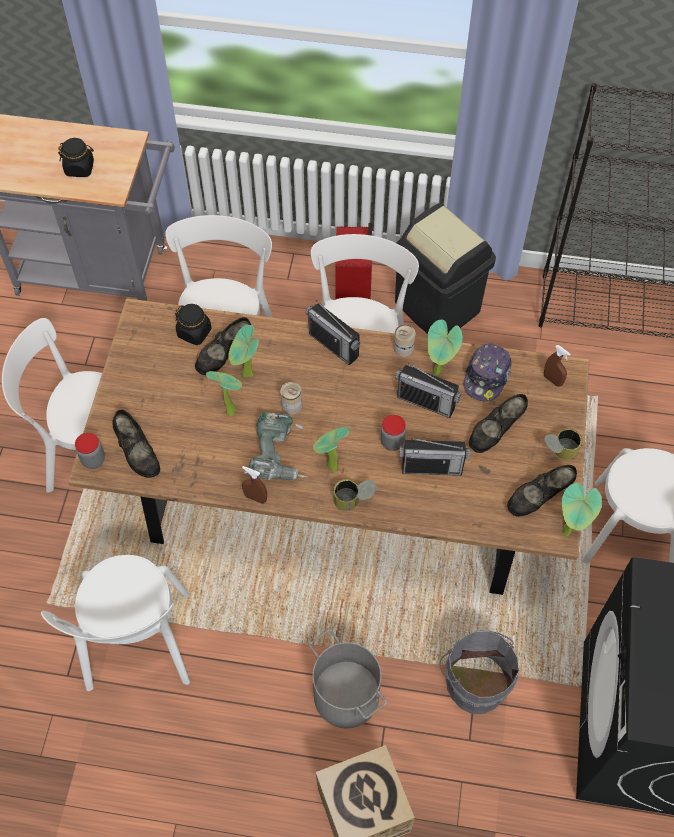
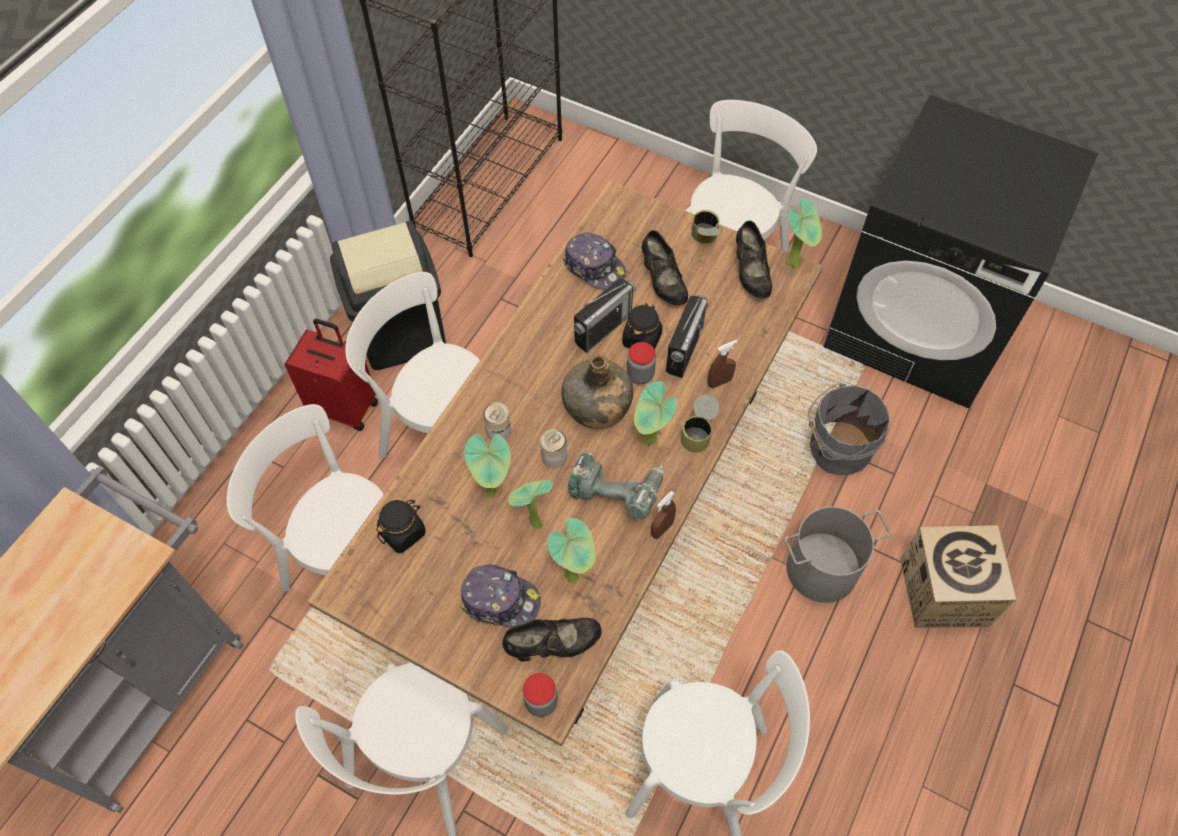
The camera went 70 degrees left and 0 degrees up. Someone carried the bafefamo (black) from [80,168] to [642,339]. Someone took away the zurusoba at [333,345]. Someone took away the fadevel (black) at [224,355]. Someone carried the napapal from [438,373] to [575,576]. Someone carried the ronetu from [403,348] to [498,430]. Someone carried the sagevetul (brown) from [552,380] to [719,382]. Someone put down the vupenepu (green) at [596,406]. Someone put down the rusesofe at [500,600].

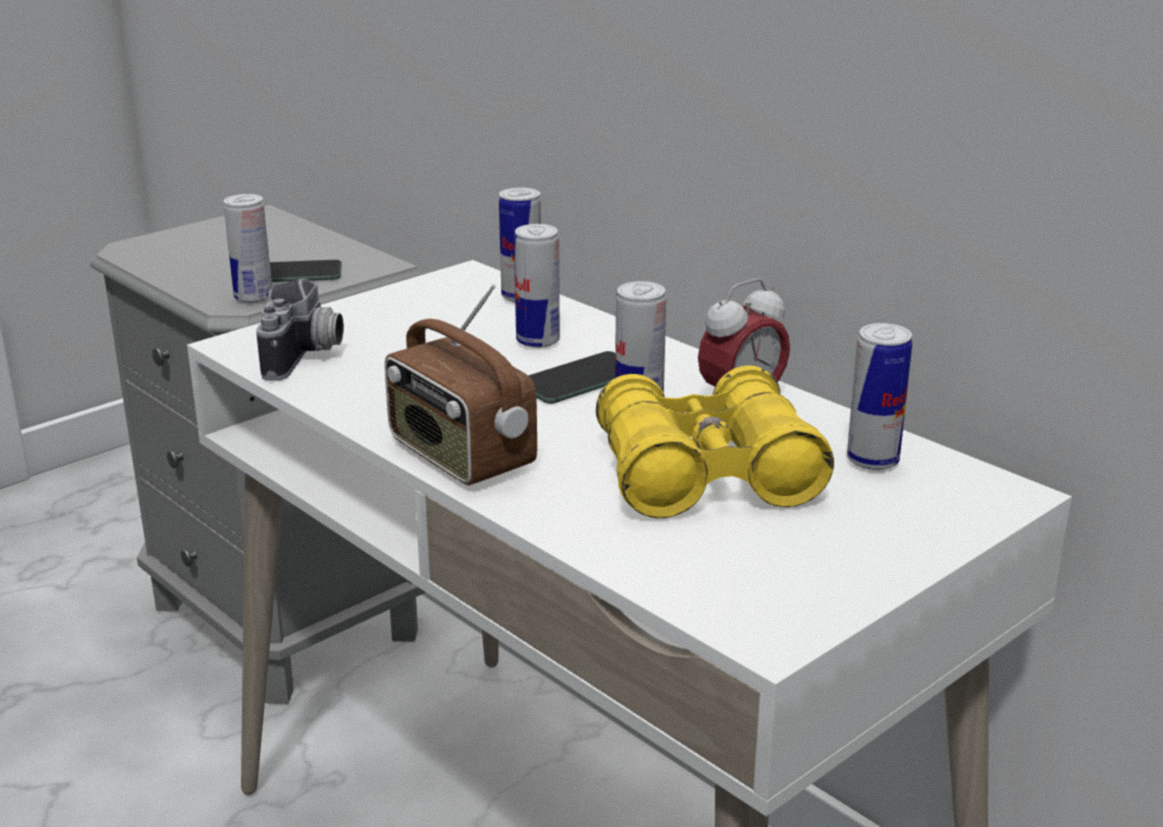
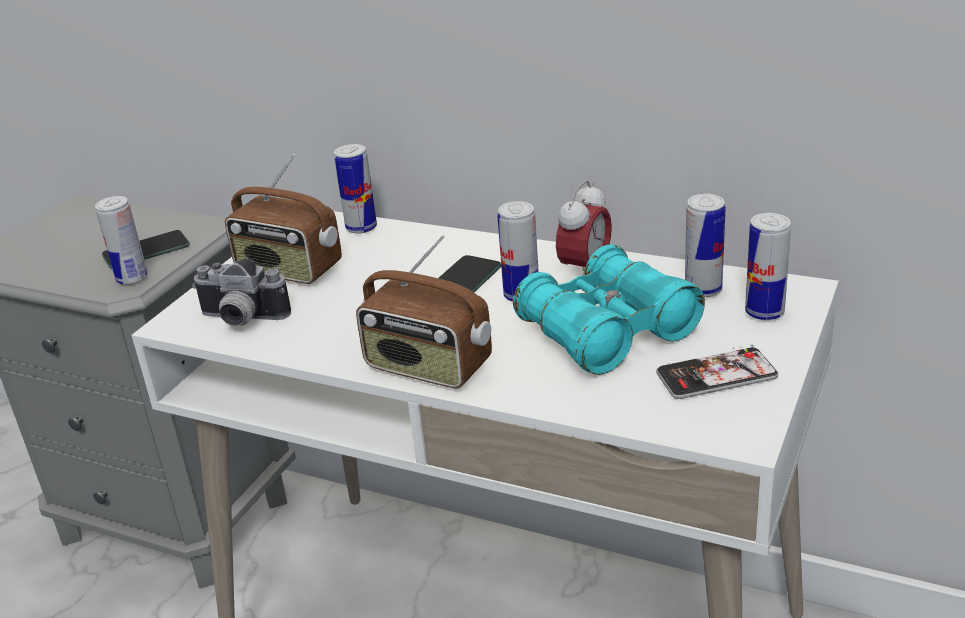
The camera went 20 degrees left and 5 degrees up. Someone carried the ronetu from [538,341] to [764,312]. Someone rotated the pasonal at [306,357] by 120 degrees clockwise. Someone repainted the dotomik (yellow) at [706,475], which became the dotomik (turquoise) at [607,331]. Someone put down the zurusoba at [288,270]. Someone put down the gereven at [716,375].

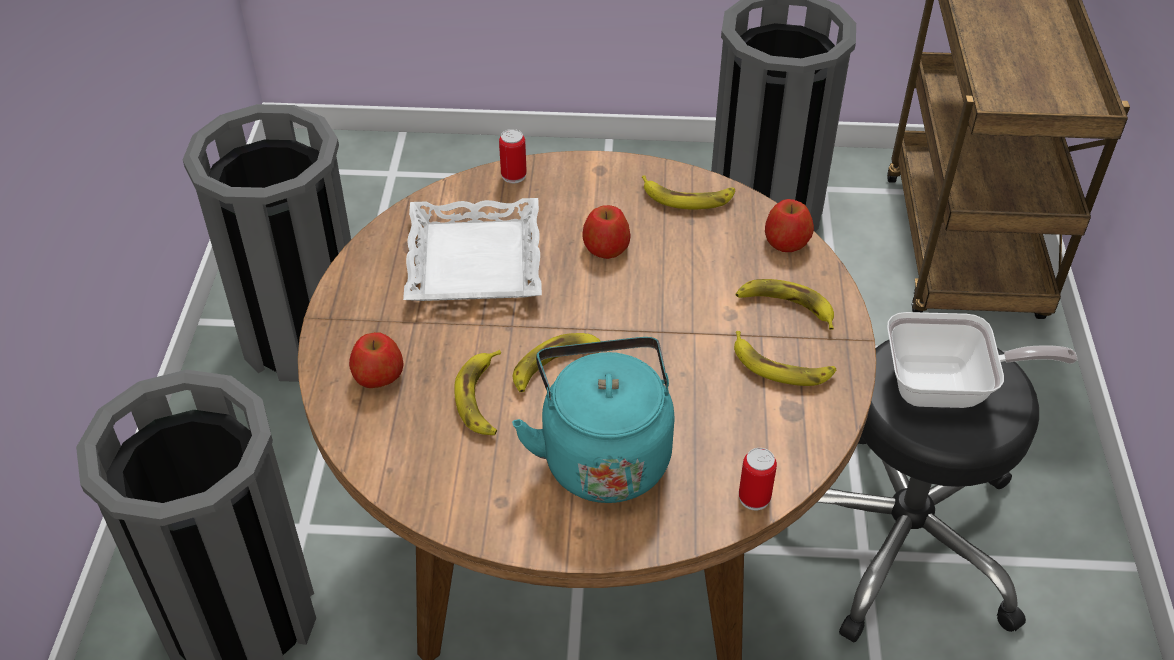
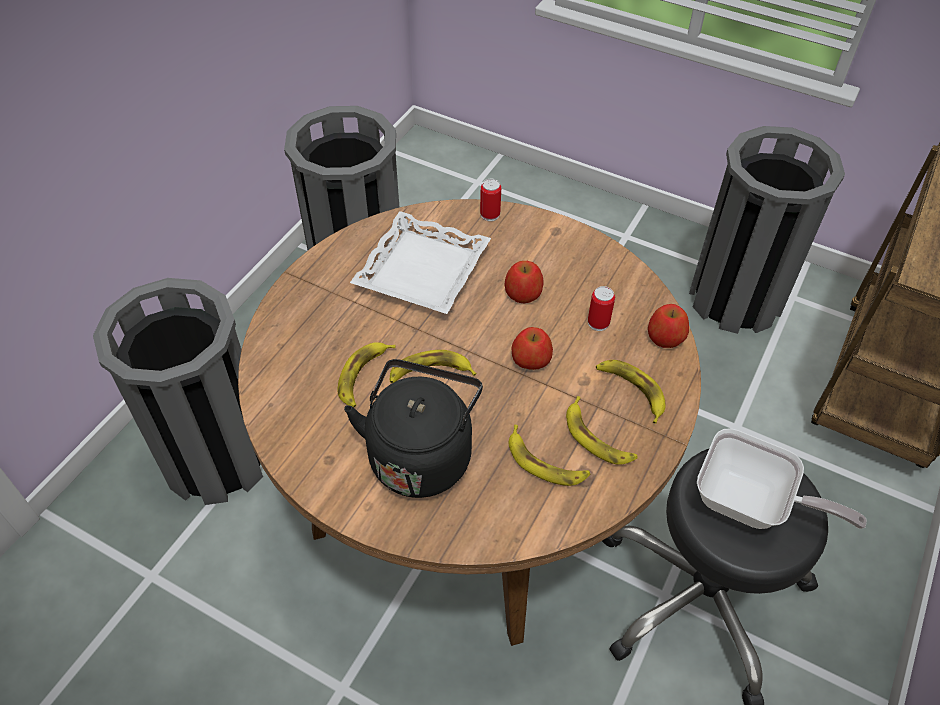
The camera went 25 degrees right and 5 degrees up. Someone carried the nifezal from [688,197] to [545,462]. Someone carried the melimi from [378,376] to [530,359]. Someone repainted the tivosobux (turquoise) at [603,454], which became the tivosobux (black) at [421,454]. Someone carried the ronetu from [754,498] to [598,323].

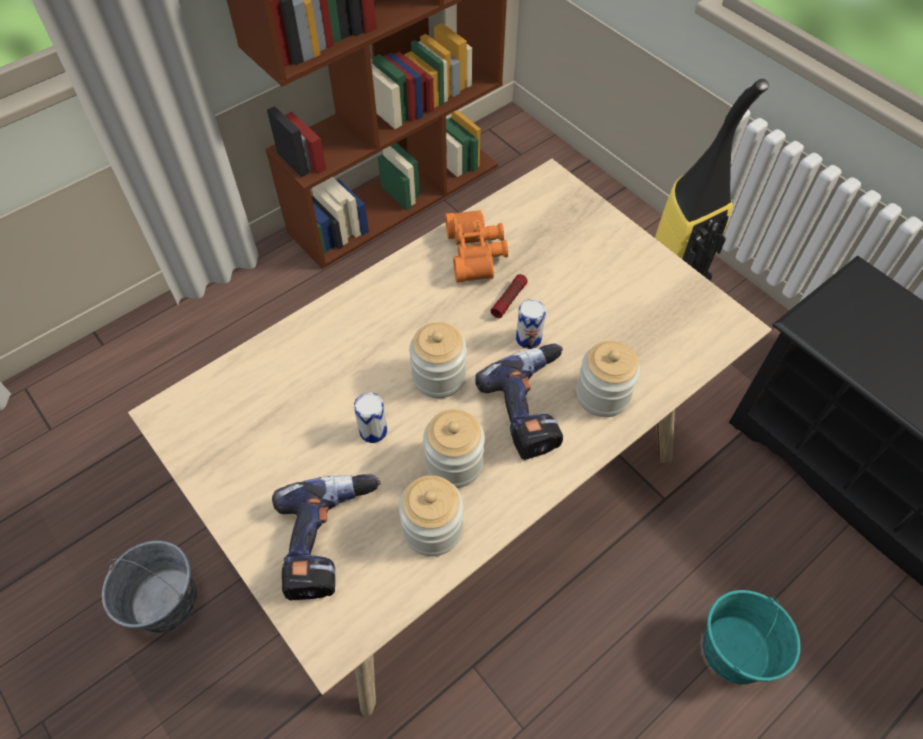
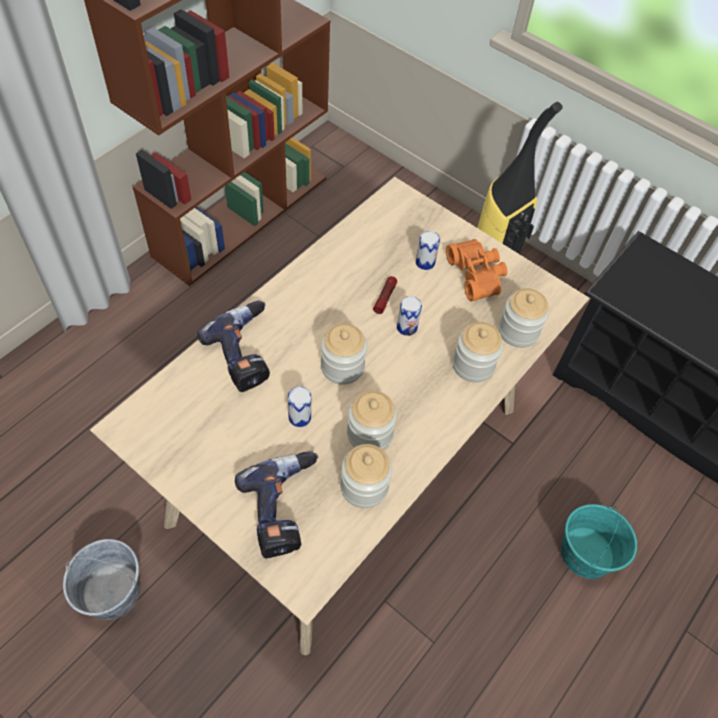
The camera went 15 degrees left and 0 degrees up. Someone carried the dotomik (orange) from [477,253] to [477,274]. Someone carried the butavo from [534,407] to [247,352]. Someone put down the ronetu at [425,262]. Someone put down the bafefamo at [518,331].

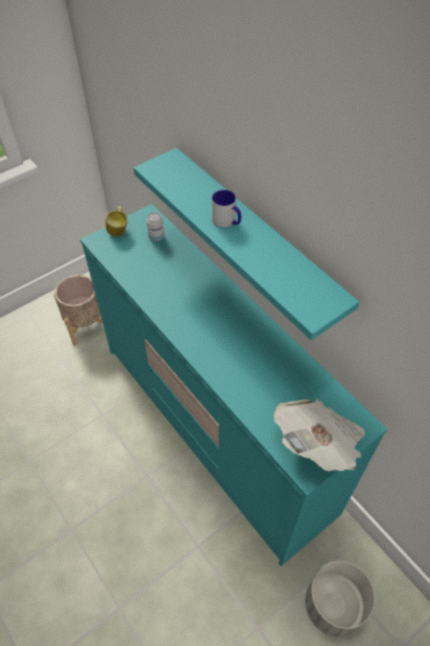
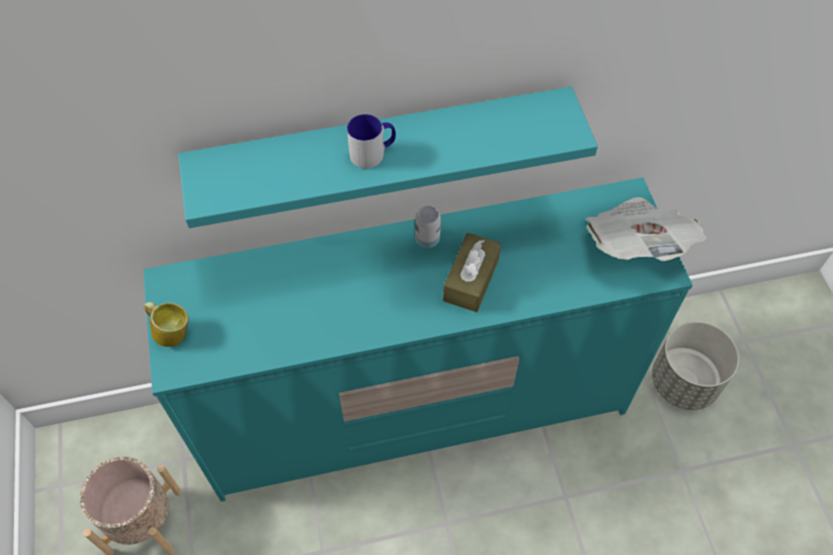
The camera went 65 degrees left and 5 degrees up. Someone carried the ronetu from [156,237] to [427,239]. Someone put down the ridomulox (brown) at [471,279].

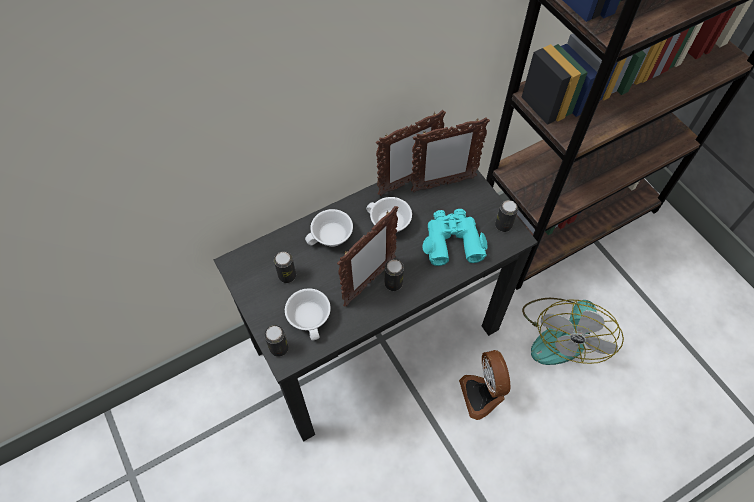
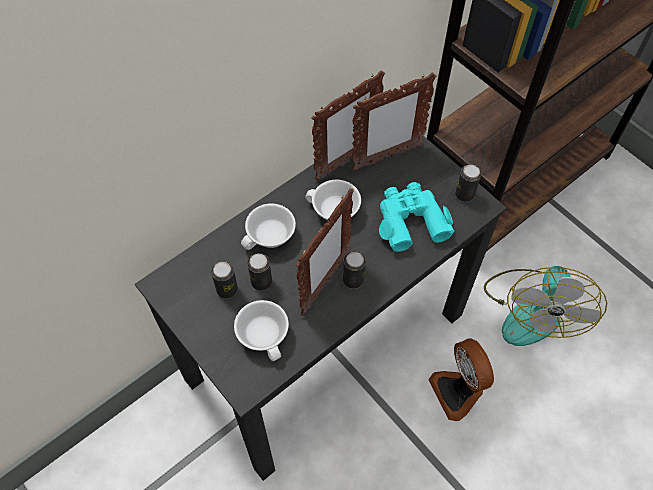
The camera went 10 degrees left and 0 degrees up. Someone carried the ronetu from [279,348] to [261,282].

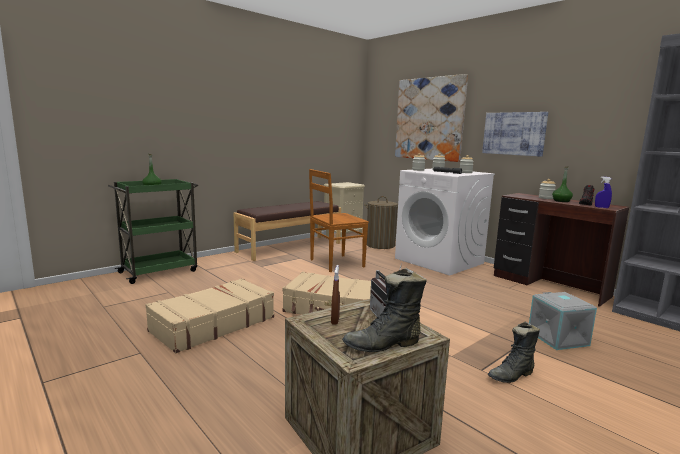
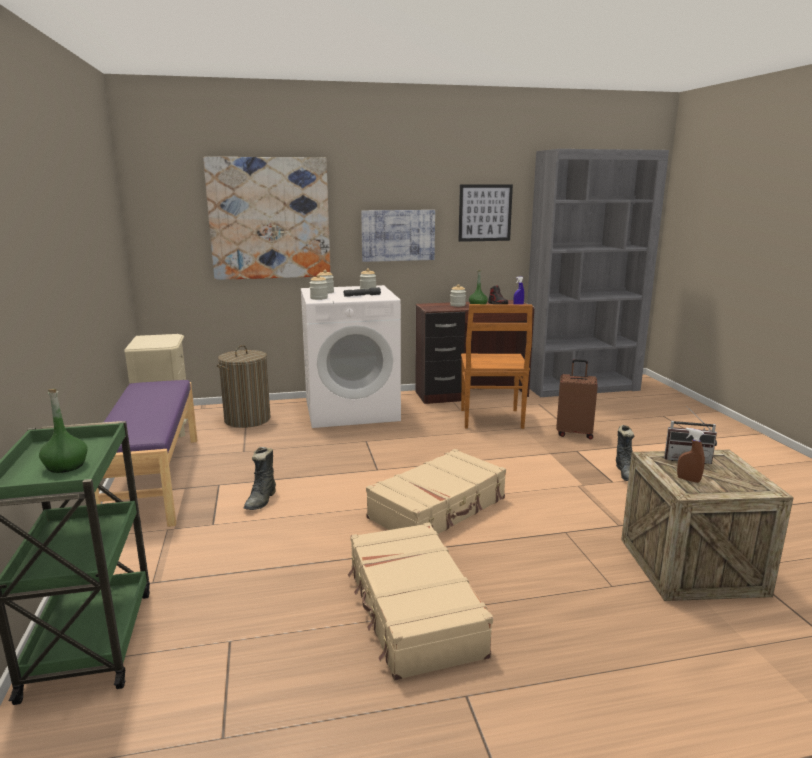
The camera went 60 degrees left and 5 degrees up. Someone carried the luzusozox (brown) from [335,263] to [491,419]. Someone repainted the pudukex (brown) at [289,247], which became the pudukex (purple) at [153,480]. Someone carried the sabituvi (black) from [384,345] to [262,500]. Someone swapped the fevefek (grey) at [559,338] for the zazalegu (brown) at [574,433]. Someone put up the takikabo at [485,213].

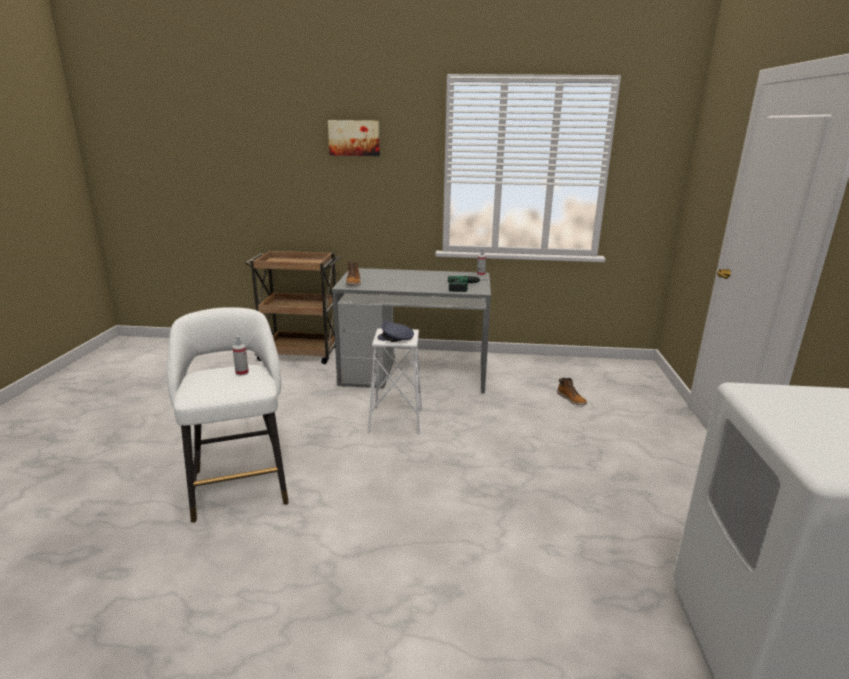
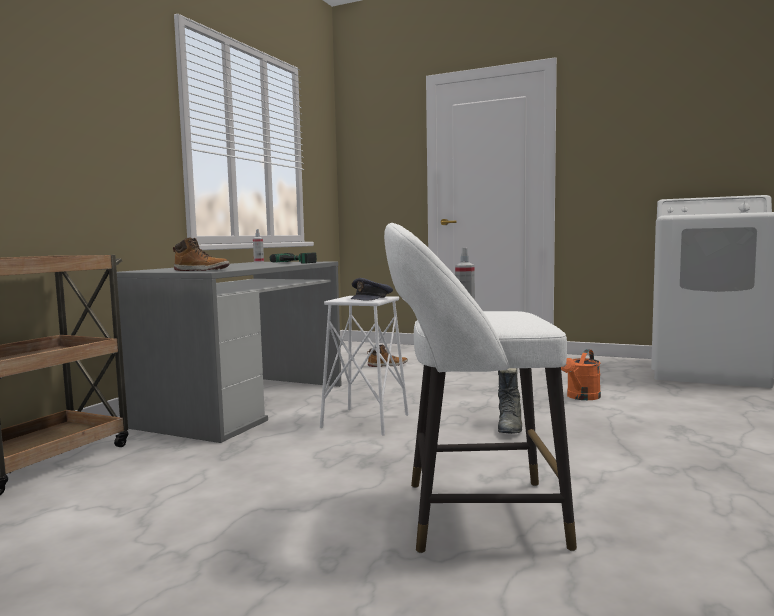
The camera went 70 degrees left and 15 degrees down. Someone took away the takikabo at [354,138]. Someone put down the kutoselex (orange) at [581,397]. Someone put down the sabituvi (black) at [510,427].

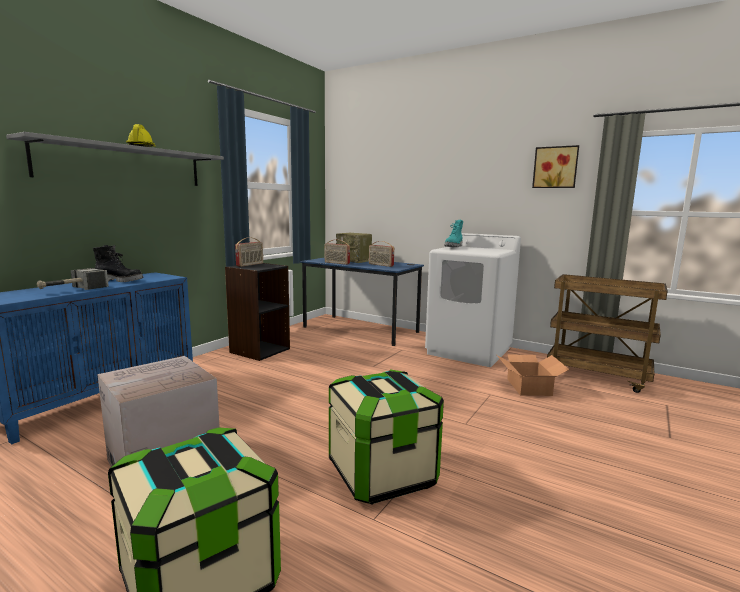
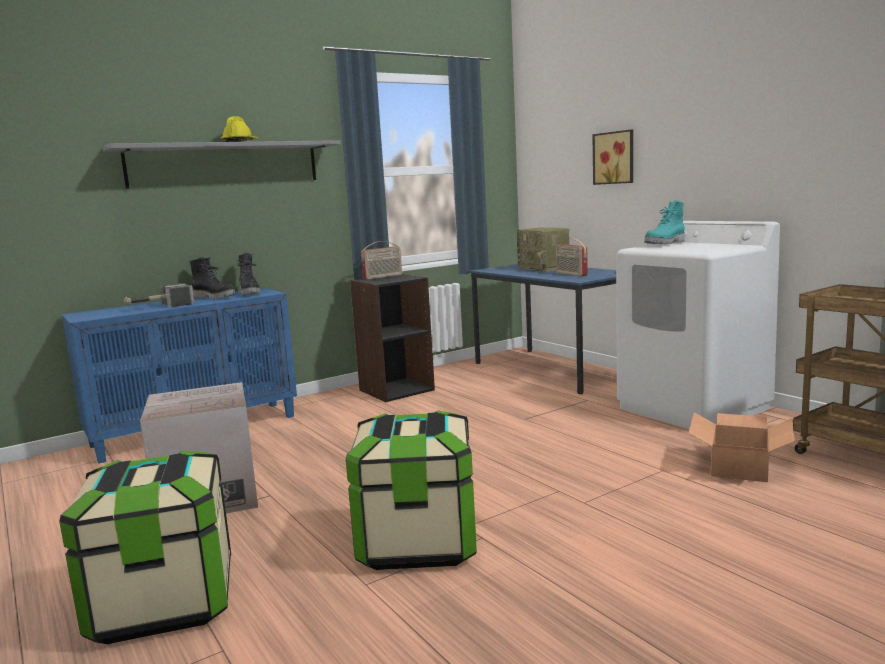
The camera went 25 degrees right and 0 degrees up. Someone carried the takikabo from [555,167] to [615,157]. Someone took away the zurusoba at [336,263]. Someone put down the sabituvi (black) at [250,293].

